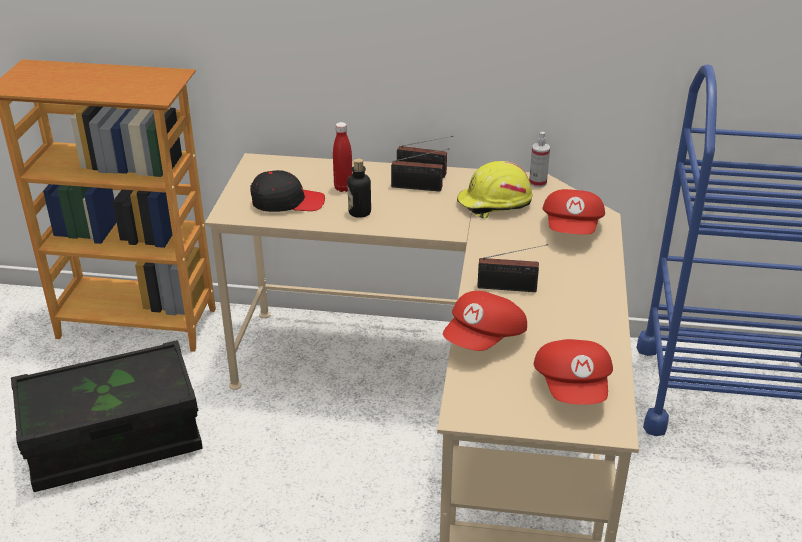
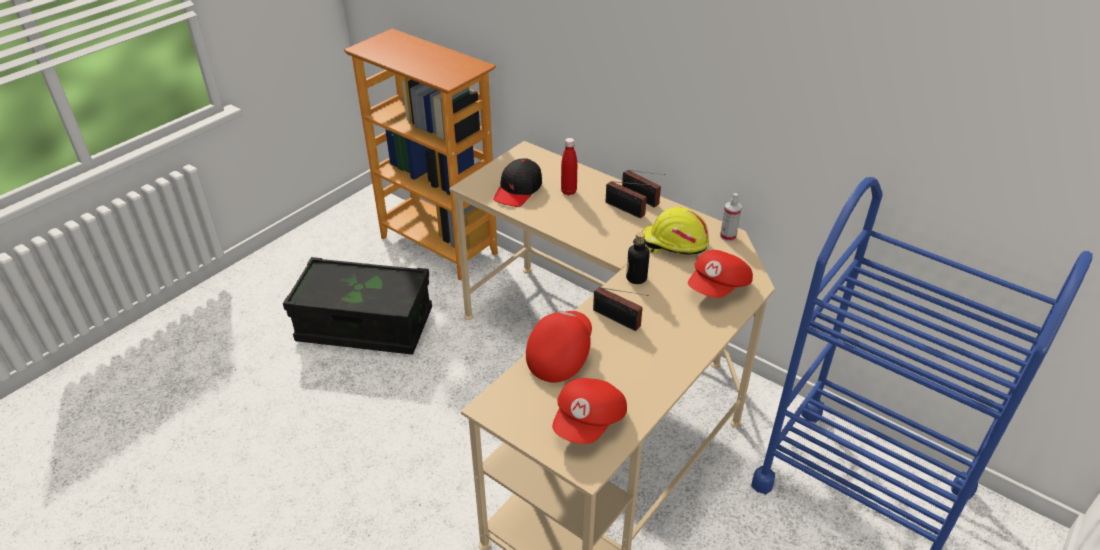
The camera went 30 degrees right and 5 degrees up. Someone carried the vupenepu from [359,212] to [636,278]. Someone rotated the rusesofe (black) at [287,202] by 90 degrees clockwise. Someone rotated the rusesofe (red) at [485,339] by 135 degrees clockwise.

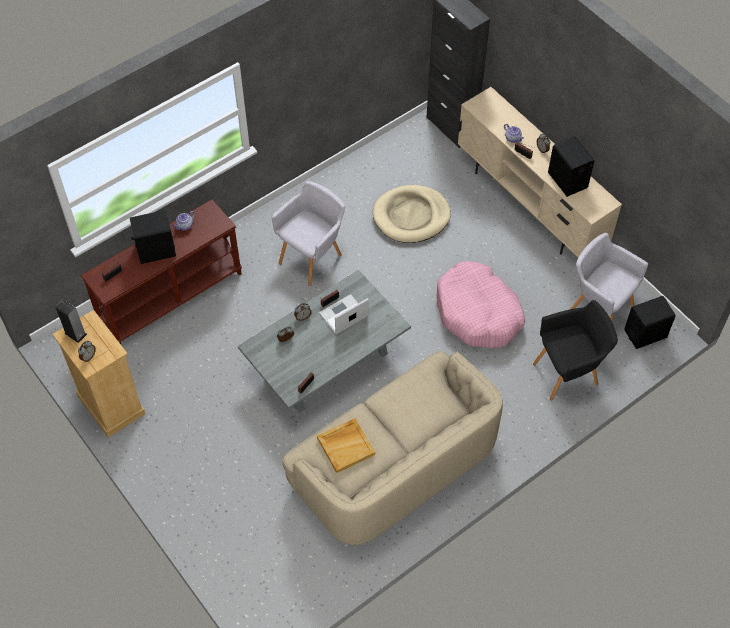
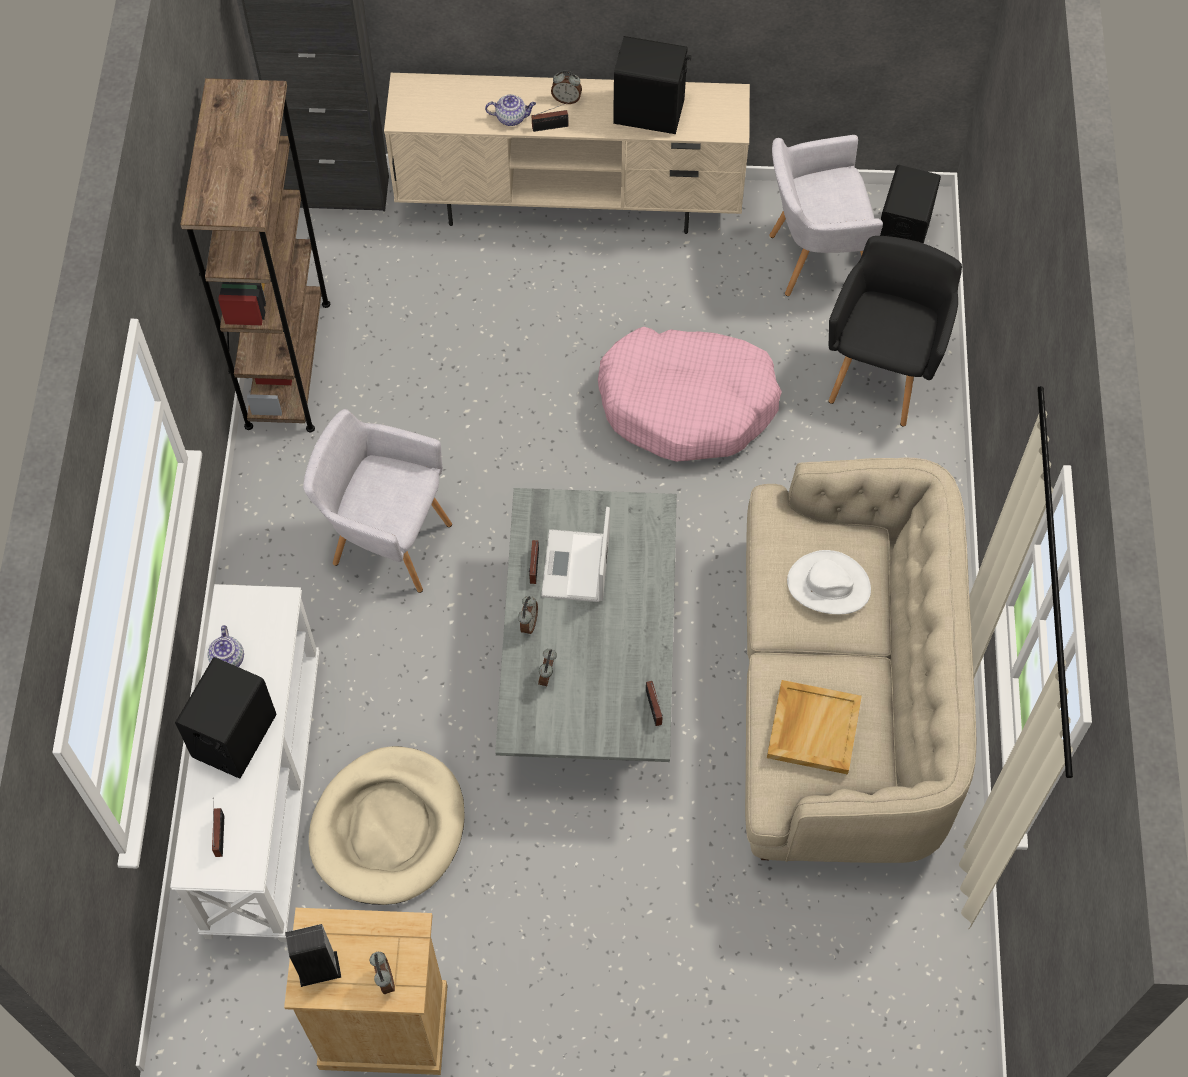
The camera went 50 degrees left and 5 degrees up. Someone rotated the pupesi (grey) at [312,257] by 60 degrees counterclockwise. Someone carried the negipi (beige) from [411,216] to [388,828]. Someone repainted the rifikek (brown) at [170,296], which became the rifikek (white) at [262,794]. Someone put down the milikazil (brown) at [288,364]. Someone put down the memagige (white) at [828,585].

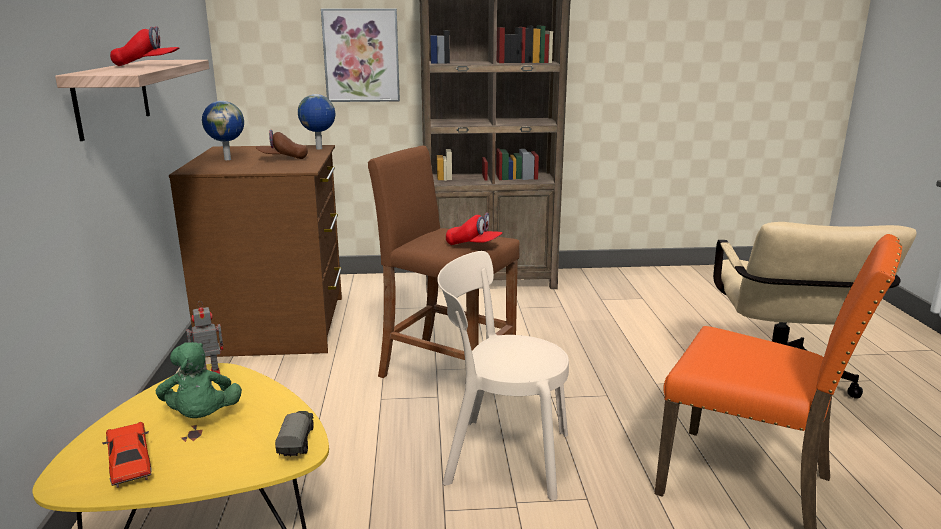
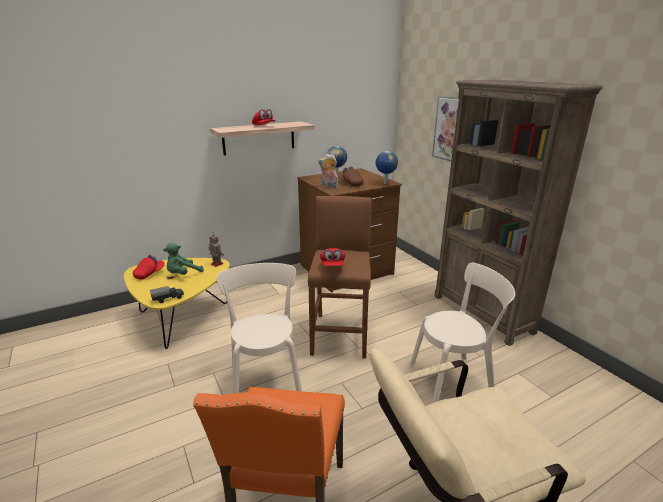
The camera went 65 degrees right and 5 degrees up. Someone swapped the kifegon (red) at [130,462] for the rusesofe (red) at [149,274]. Someone put down the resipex at [328,187]. Someone put down the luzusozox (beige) at [454,381].

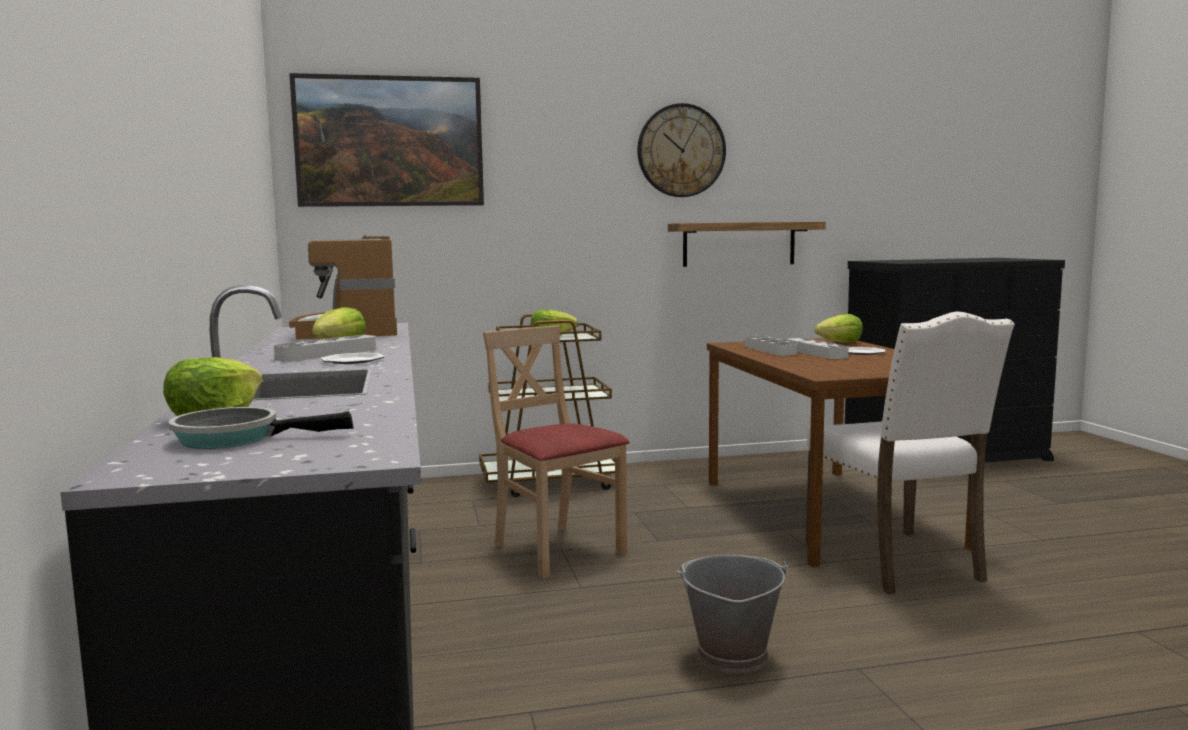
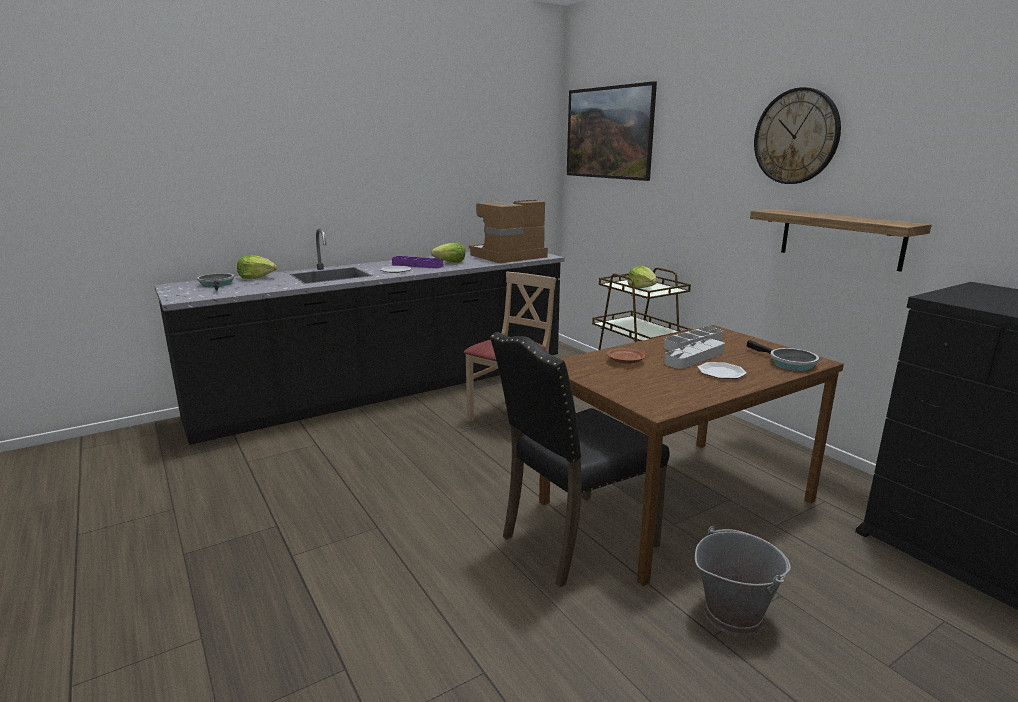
The camera went 70 degrees right and 10 degrees up. Someone repainted the luzusozox (white) at [897,562], which became the luzusozox (black) at [574,540]. Someone swapped the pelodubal at [840,342] for the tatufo at [788,363]. Someone repainted the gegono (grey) at [327,354], which became the gegono (purple) at [417,265]. Someone carried the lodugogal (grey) from [731,655] to [732,614]. Someone put down the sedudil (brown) at [625,361].

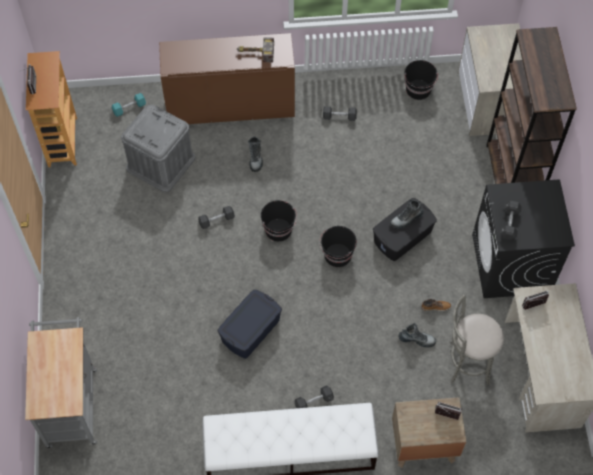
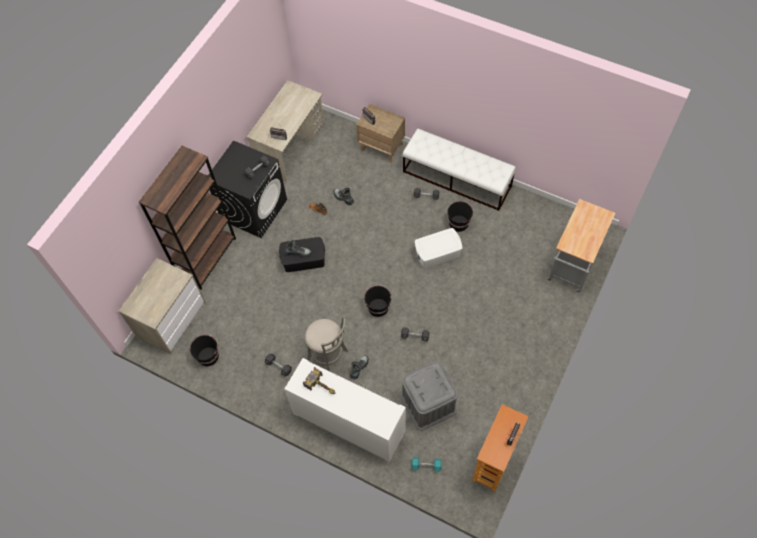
The camera went 145 degrees left and 0 degrees up. Someone repainted the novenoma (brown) at [230,105], which became the novenoma (white) at [349,422]. Someone carried the lodugogal (black) from [337,255] to [459,223]. Someone repainted the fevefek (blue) at [250,330], which became the fevefek (white) at [438,254]. Someone carried the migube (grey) from [466,363] to [329,357].

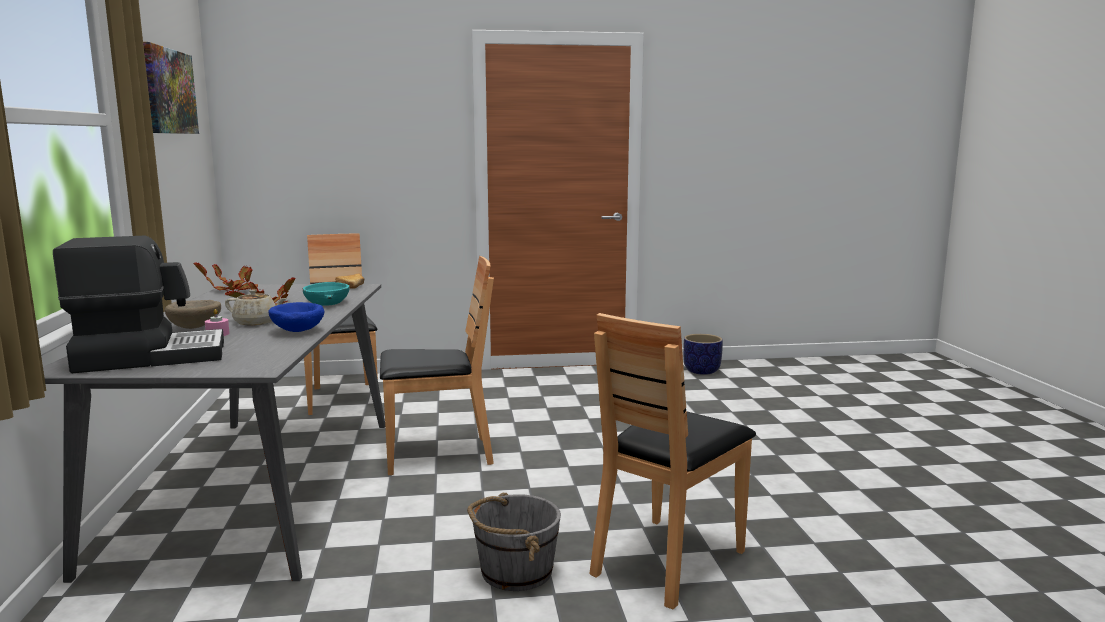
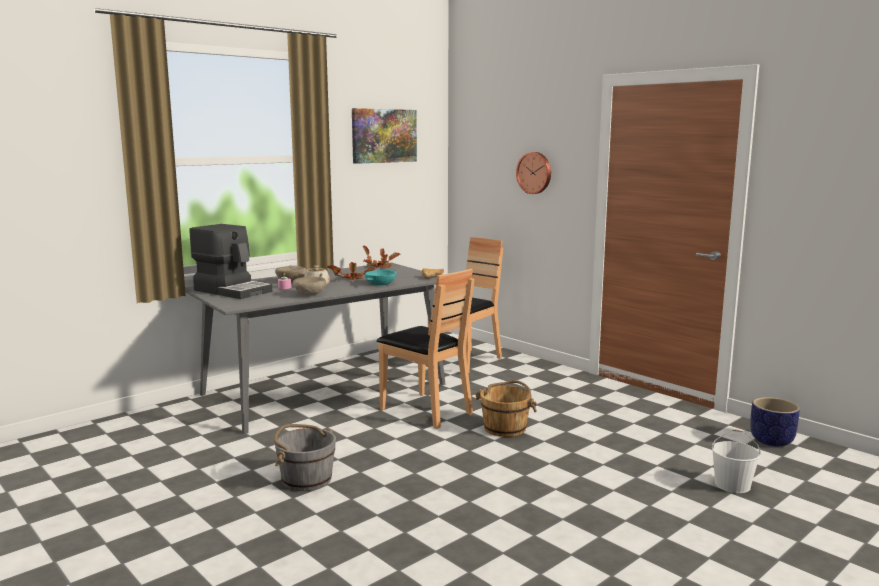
The camera went 55 degrees right and 0 degrees up. Someone repainted the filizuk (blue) at [297,332], which became the filizuk (beige) at [309,295]. Someone took away the luzusozox (brown) at [667,561]. Someone put up the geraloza at [534,173]. Someone put down the lodugogal (brown) at [505,428]. Someone put down the lodugogal (white) at [731,485].

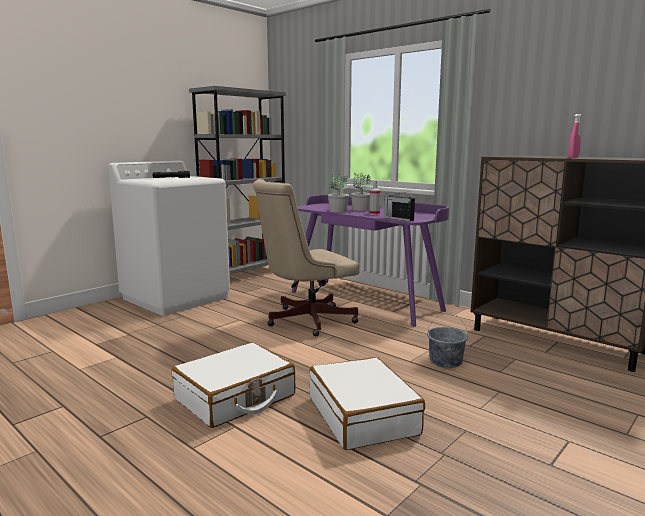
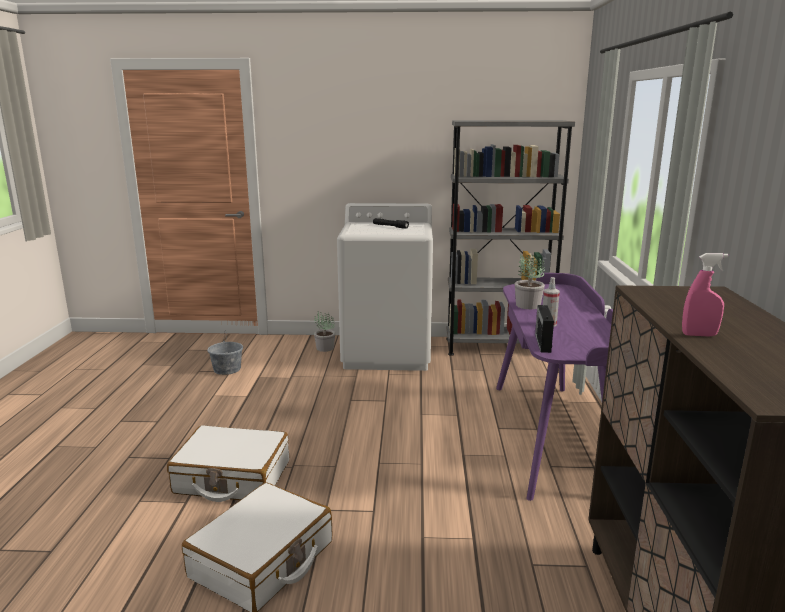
The camera went 50 degrees right and 5 degrees up. Someone carried the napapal from [361,209] to [324,348]. Someone took away the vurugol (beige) at [305,320]. Someone carried the lodugogal (grey) from [445,361] to [227,369].

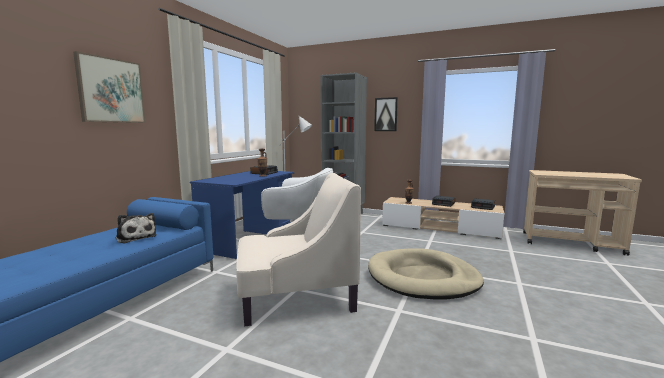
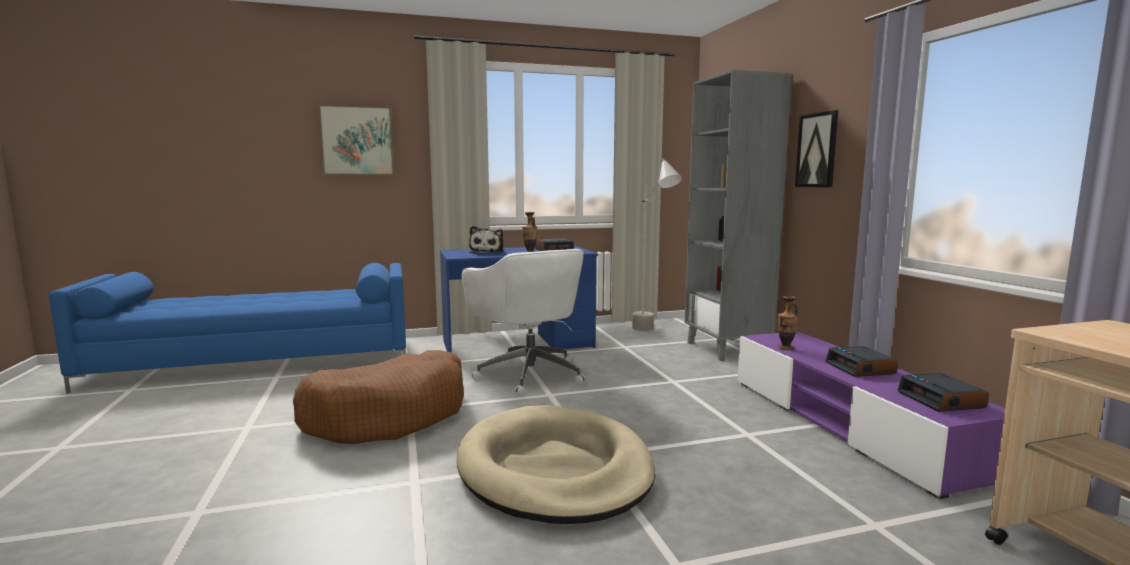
The camera went 50 degrees right and 0 degrees up. Someone swapped the pupesi (beige) at [295,296] for the negipi (brown) at [388,415]. Someone repainted the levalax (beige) at [440,228], which became the levalax (purple) at [848,424]. Someone carried the resipex from [136,237] to [487,252].

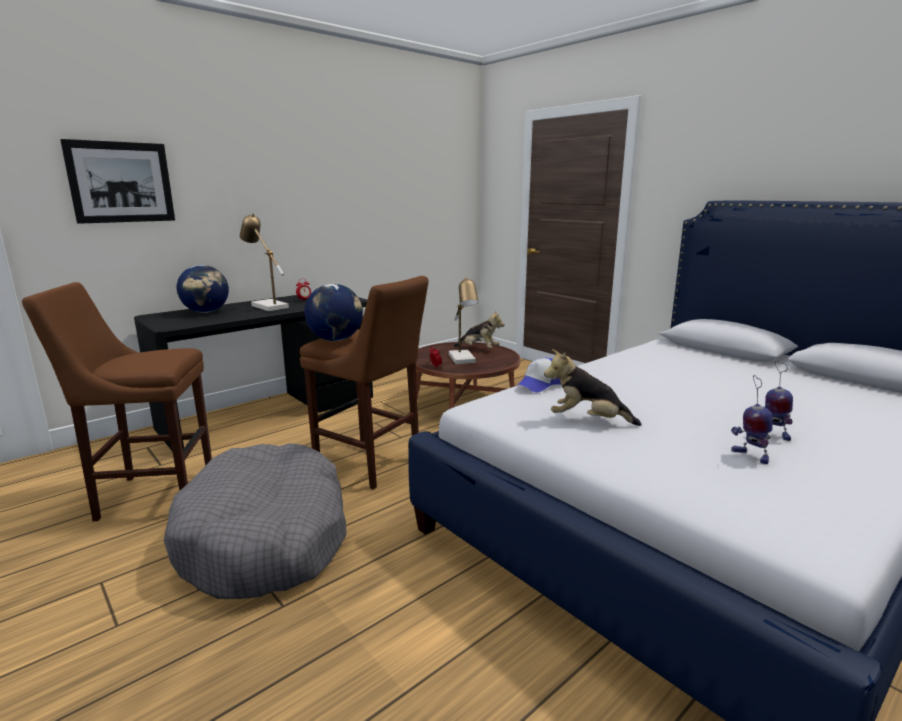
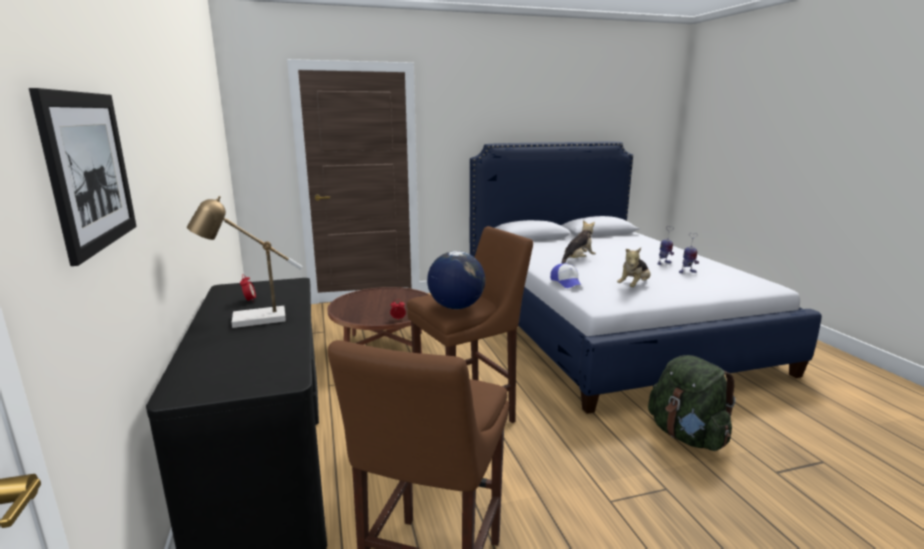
The camera went 65 degrees left and 0 degrees up. Someone took away the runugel at [206,312]. Someone took away the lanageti at [463,360]. Someone carried the resipex from [479,349] to [578,260]. Someone took away the negipi (grey) at [266,538]. Someone put down the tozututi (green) at [687,436].

